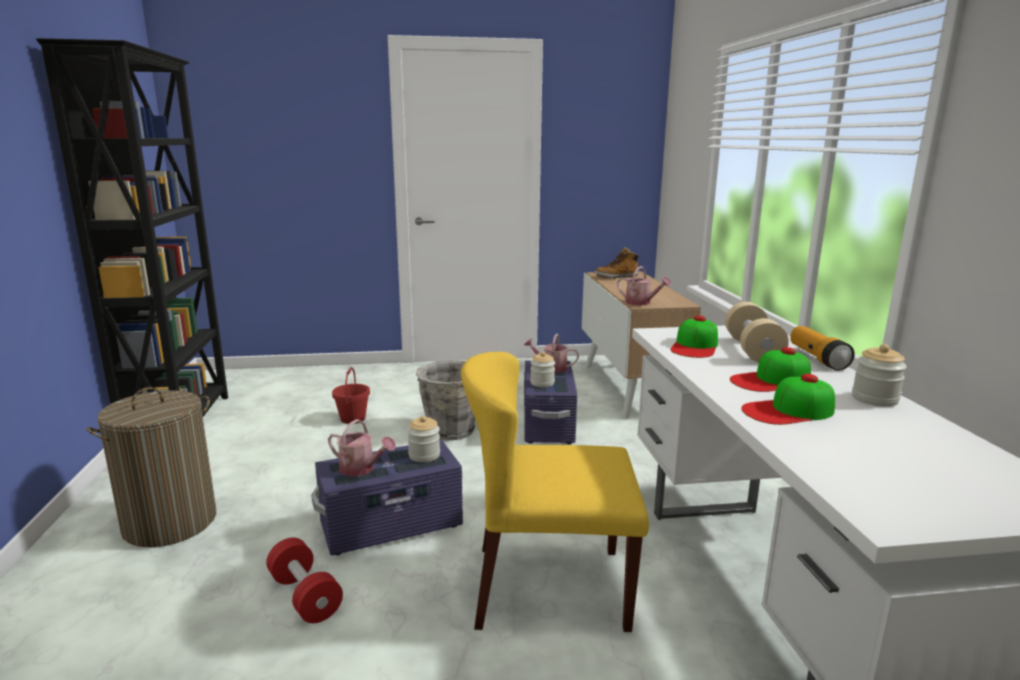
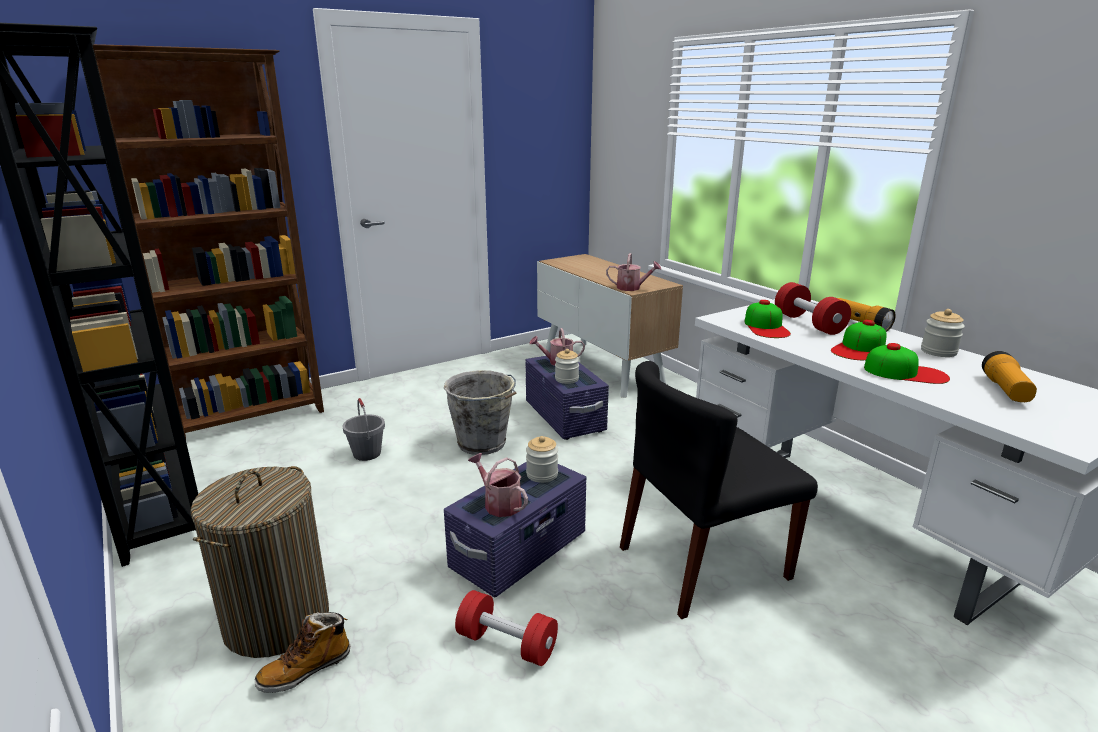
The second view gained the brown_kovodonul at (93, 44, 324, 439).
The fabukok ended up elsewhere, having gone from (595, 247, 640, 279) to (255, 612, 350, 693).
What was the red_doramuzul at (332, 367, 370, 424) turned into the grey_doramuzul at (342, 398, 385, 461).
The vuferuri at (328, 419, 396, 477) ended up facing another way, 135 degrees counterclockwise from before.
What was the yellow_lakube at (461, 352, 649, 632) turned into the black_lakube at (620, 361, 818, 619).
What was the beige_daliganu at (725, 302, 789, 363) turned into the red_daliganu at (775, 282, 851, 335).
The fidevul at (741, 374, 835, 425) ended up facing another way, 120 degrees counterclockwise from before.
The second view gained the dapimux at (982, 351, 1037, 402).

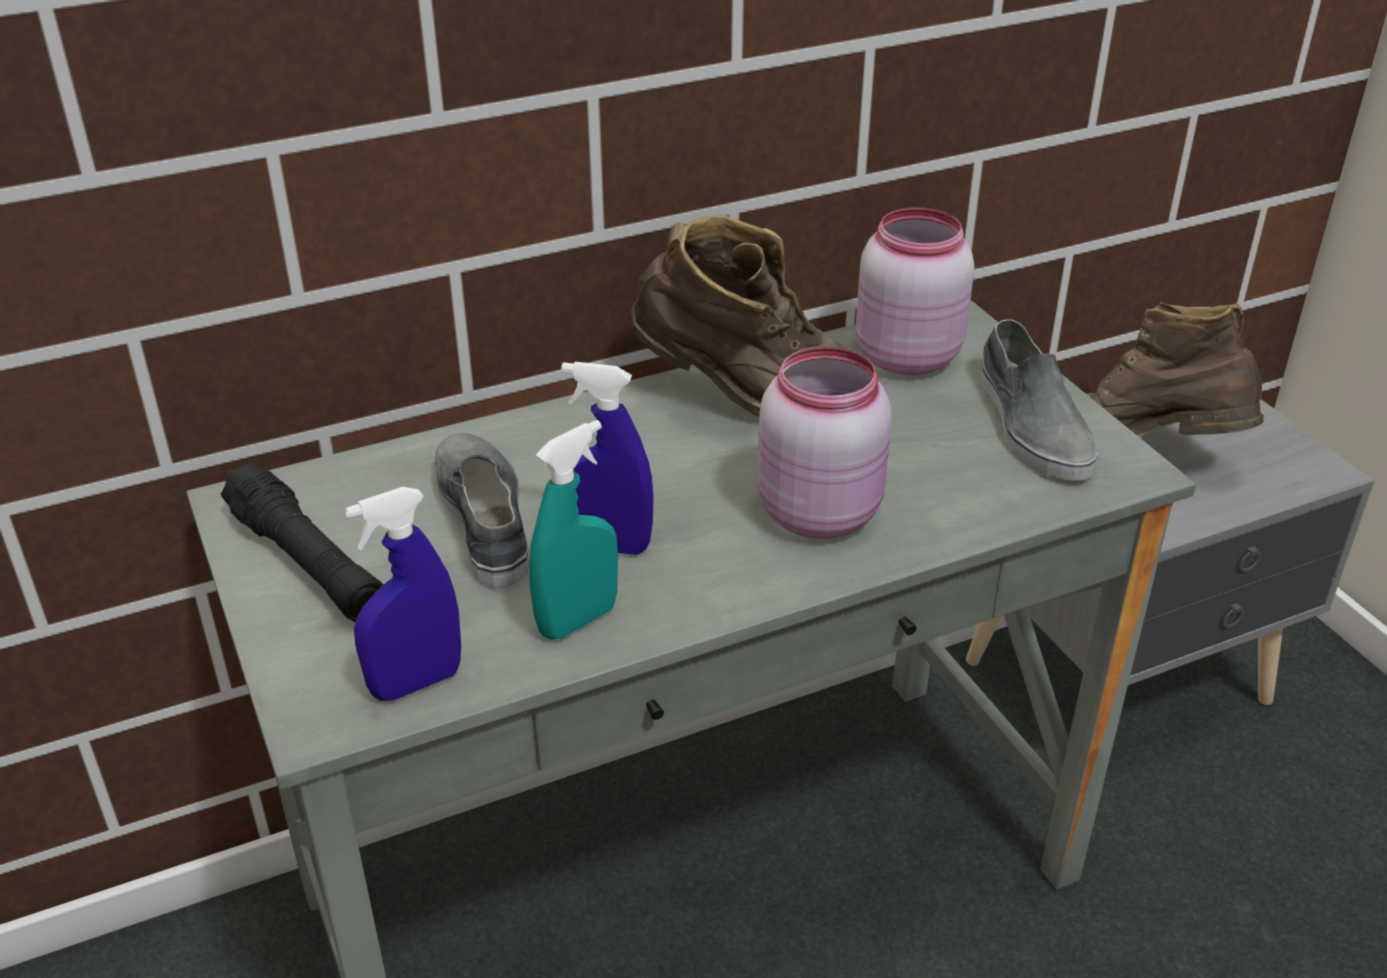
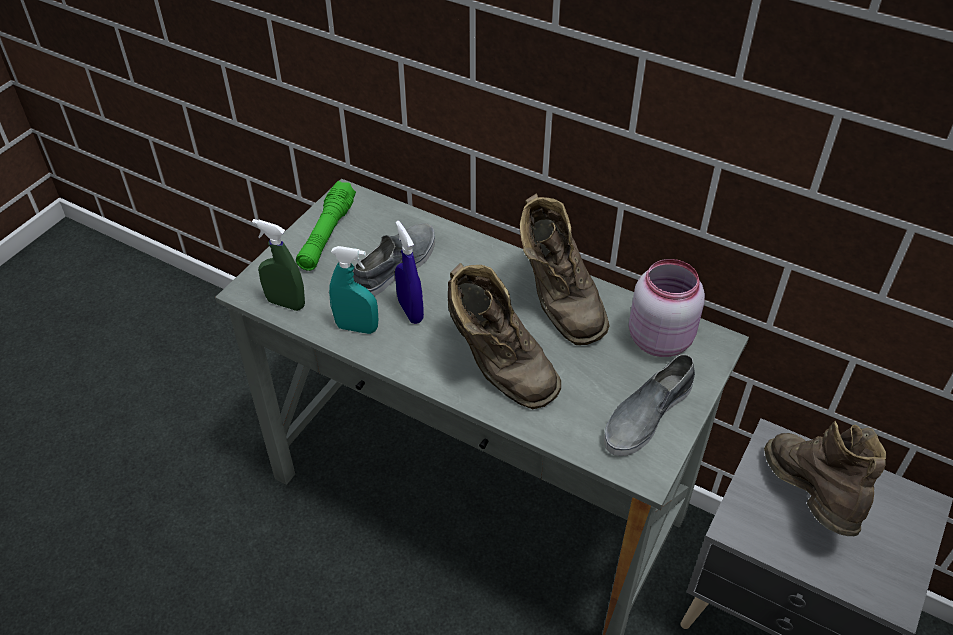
What was the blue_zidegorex at (345, 487, 461, 701) turned into the green_zidegorex at (252, 219, 305, 311).
What was the black_dapimux at (221, 462, 383, 622) turned into the green_dapimux at (296, 181, 356, 271).
Where the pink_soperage stood at (757, 346, 892, 539), the brown_fabukok came to stand at (448, 263, 561, 409).

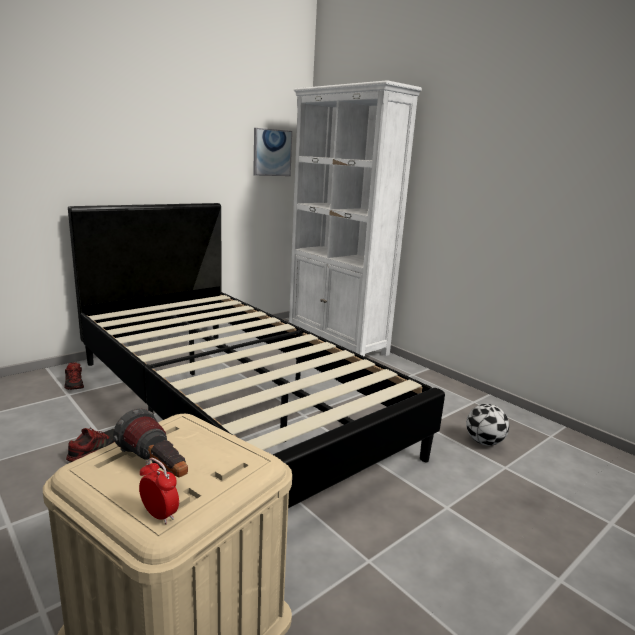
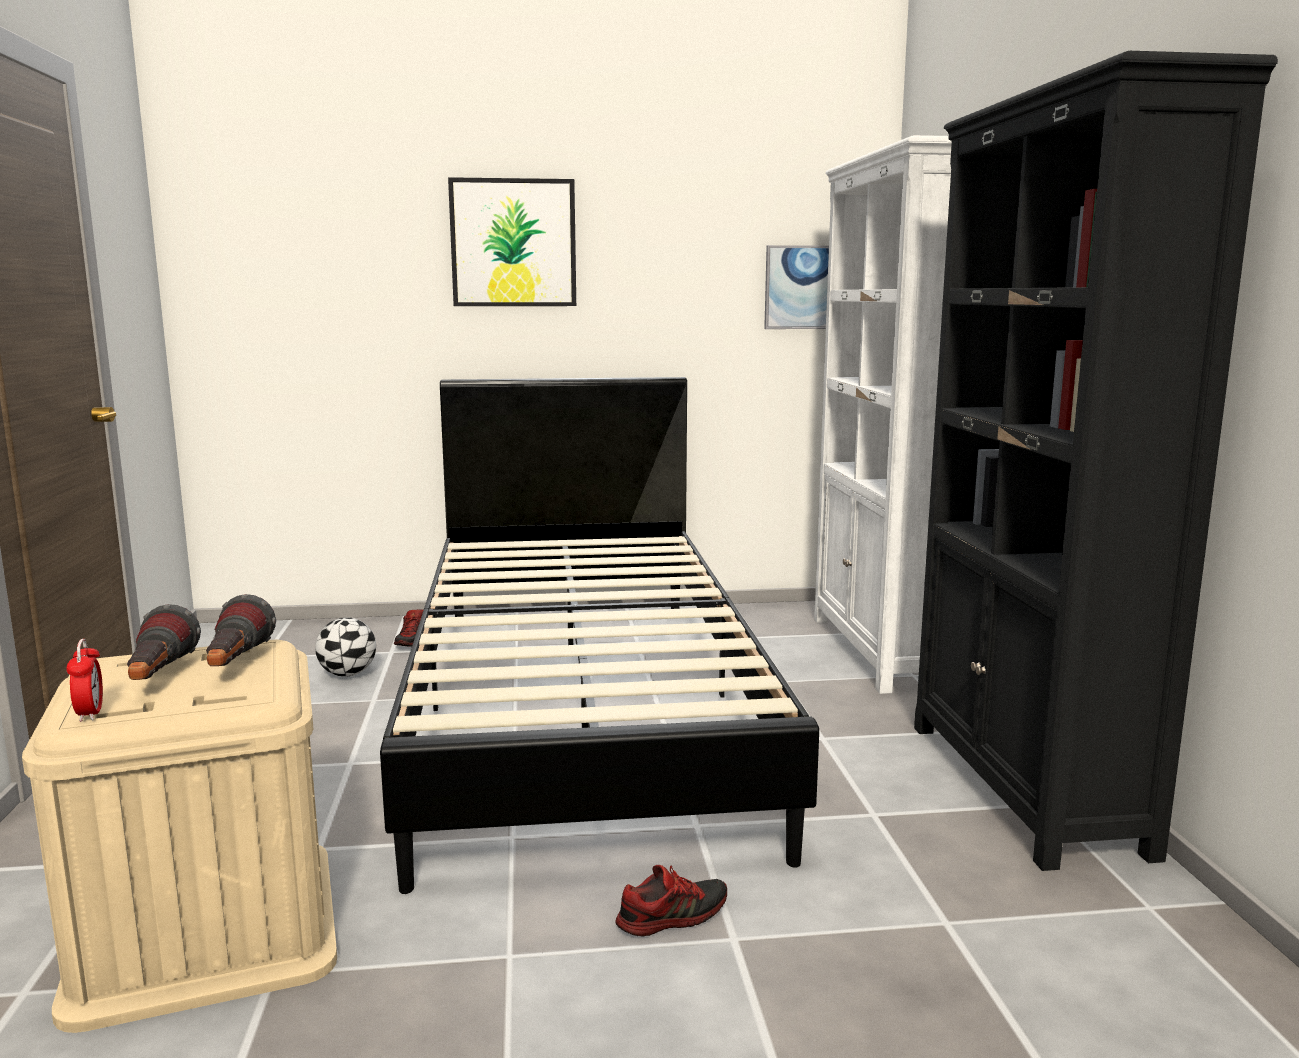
The second view gained the dapimux at (206, 594, 276, 666).
The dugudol ended up elsewhere, having gone from (466, 404, 509, 446) to (315, 618, 376, 677).
The second view gained the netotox at (448, 177, 576, 306).
The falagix ended up elsewhere, having gone from (66, 427, 115, 462) to (615, 865, 727, 937).
The second view gained the black_kovodonul at (914, 51, 1278, 871).

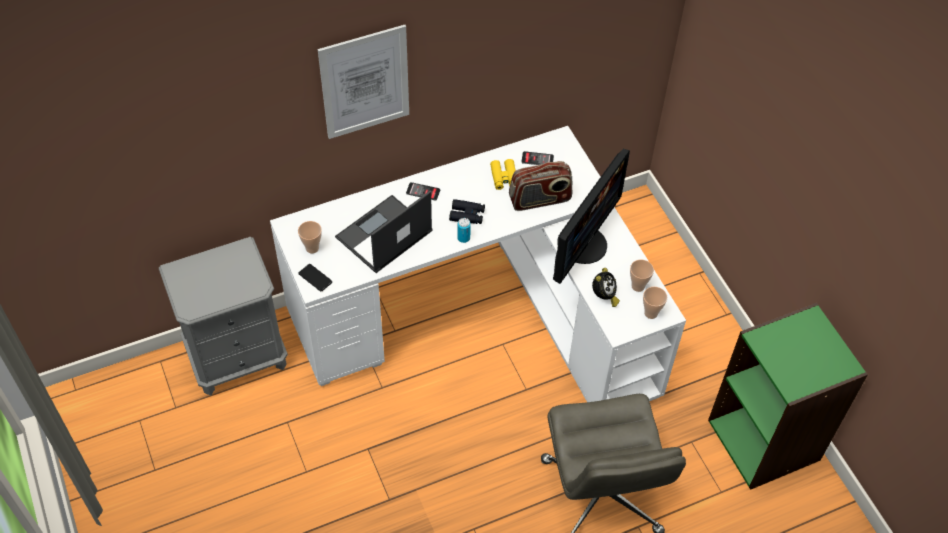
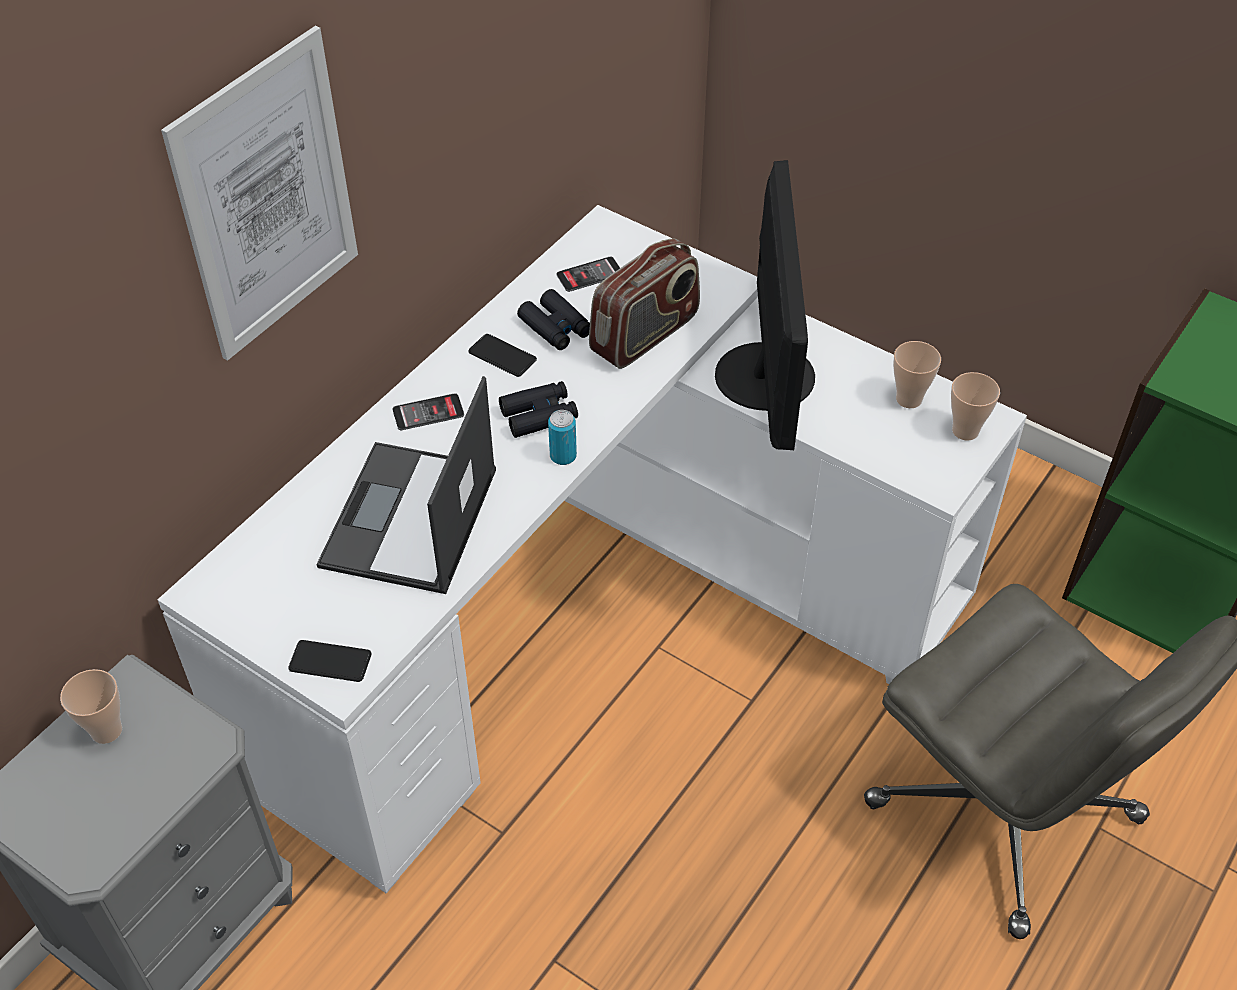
The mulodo ended up elsewhere, having gone from (298, 221, 322, 254) to (60, 669, 122, 744).
The second view gained the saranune at (468, 334, 537, 377).
What was the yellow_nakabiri at (490, 159, 516, 190) turned into the black_nakabiri at (517, 289, 590, 350).
The second view lost the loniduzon at (592, 268, 620, 307).

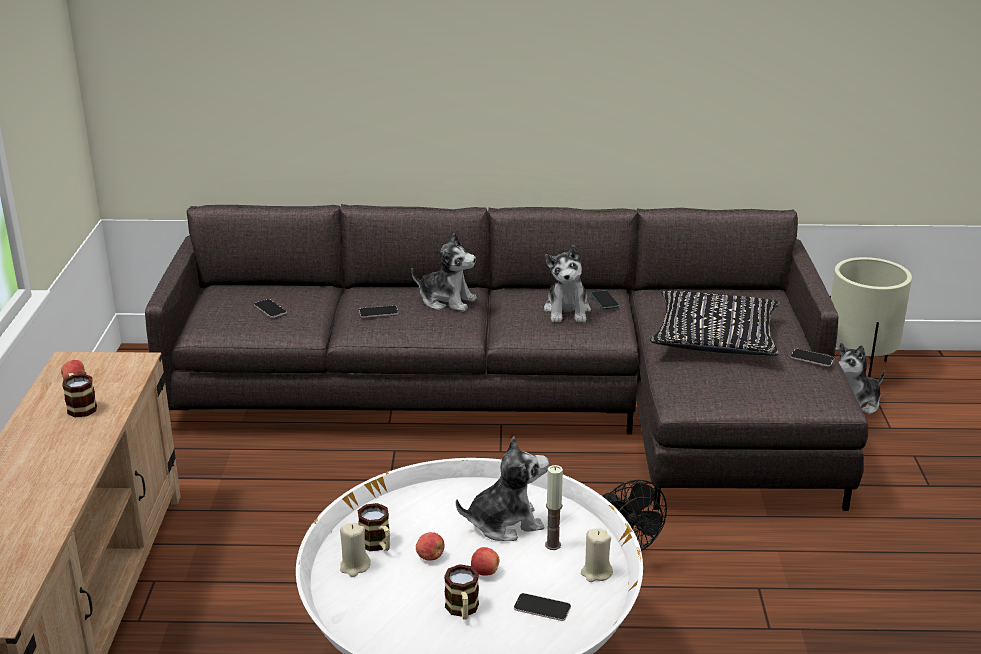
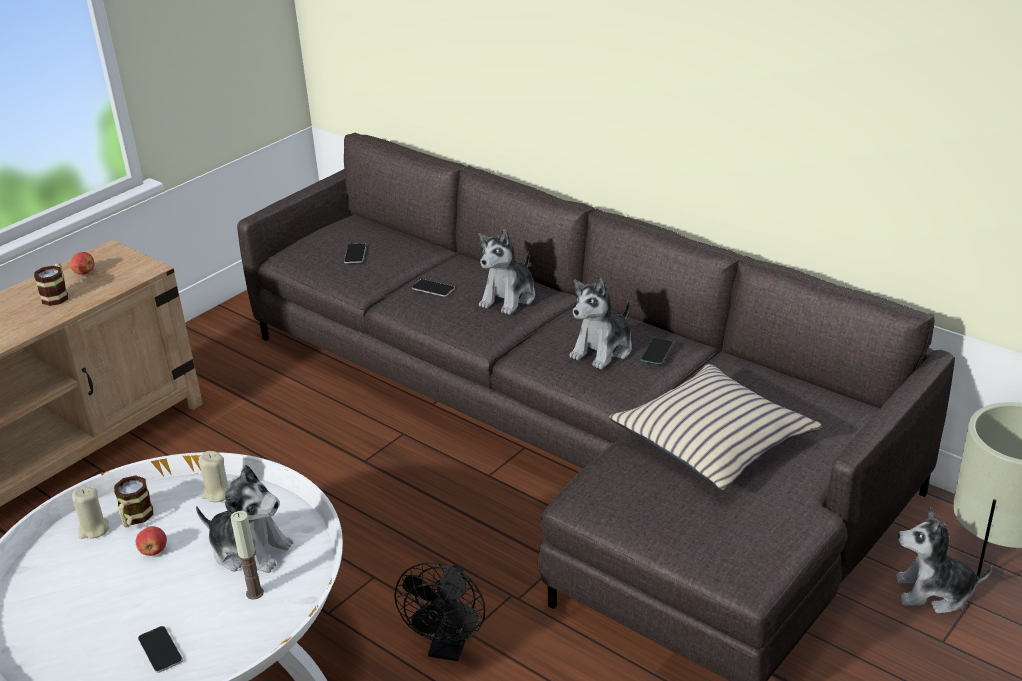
The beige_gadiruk ended up elsewhere, having gone from (581, 529, 613, 582) to (198, 451, 229, 502).
The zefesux at (411, 233, 477, 312) ended up facing another way, 60 degrees clockwise from before.
What was the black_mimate at (650, 291, 779, 356) turned into the beige_mimate at (609, 364, 823, 491).
The second view lost the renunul at (444, 564, 479, 620).
The second view lost the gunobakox at (471, 547, 499, 576).
The second view lost the saranune at (791, 349, 834, 366).

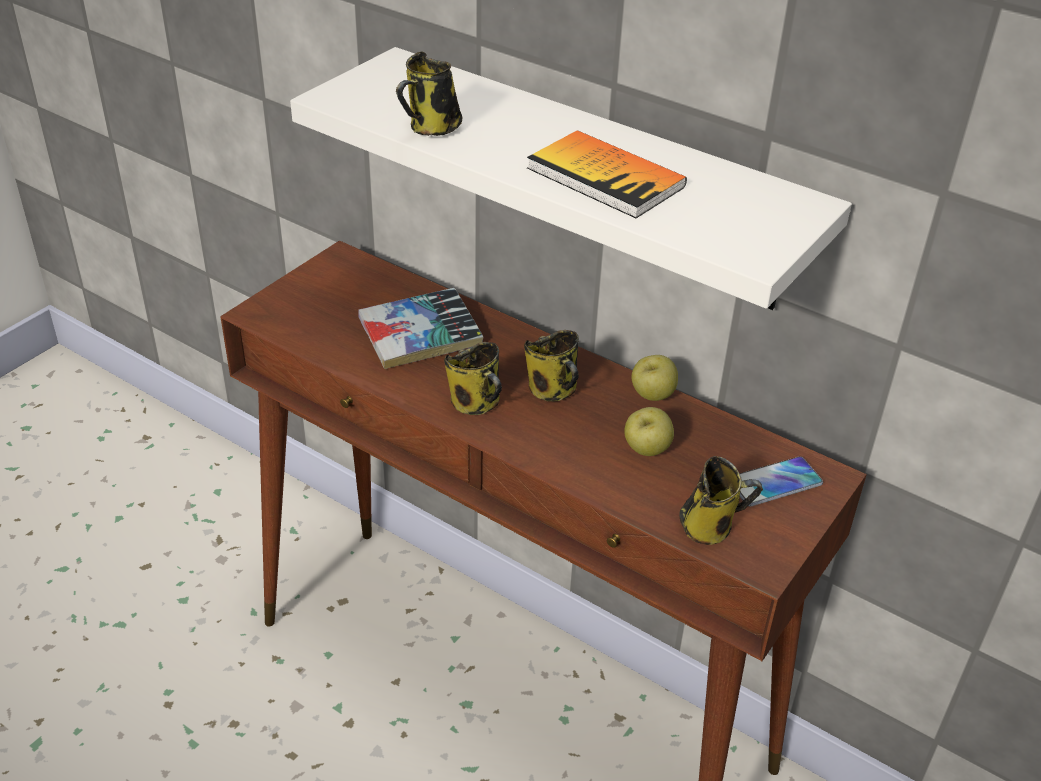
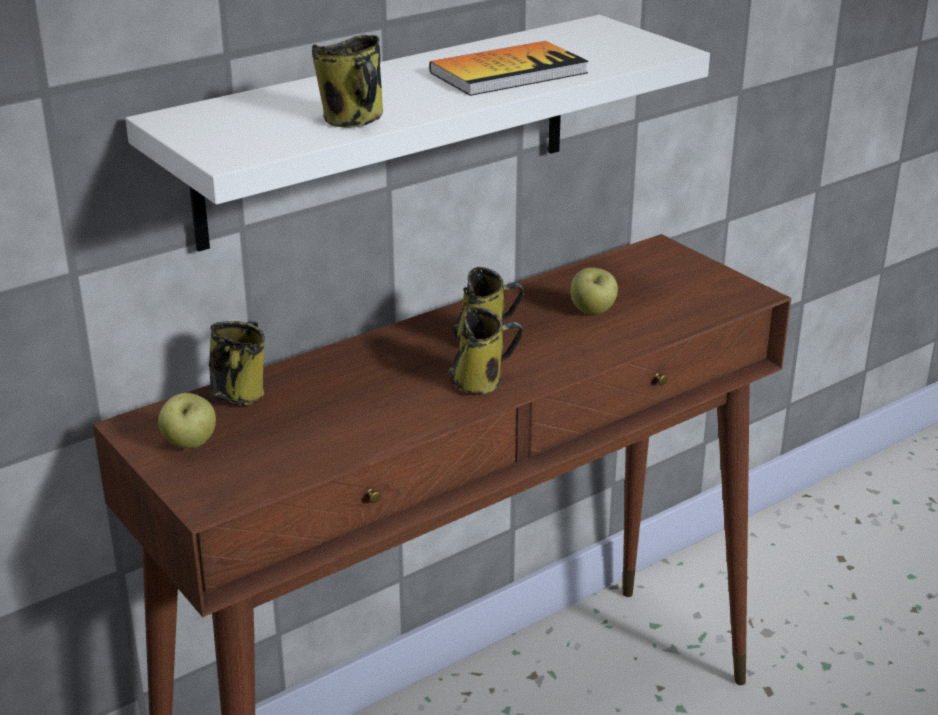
The gunobakox ended up elsewhere, having gone from (631, 355, 678, 401) to (158, 393, 216, 449).
The renunul ended up elsewhere, having gone from (679, 456, 763, 545) to (209, 320, 265, 406).
The second view lost the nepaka at (358, 288, 483, 369).
The second view lost the saranune at (739, 456, 823, 506).

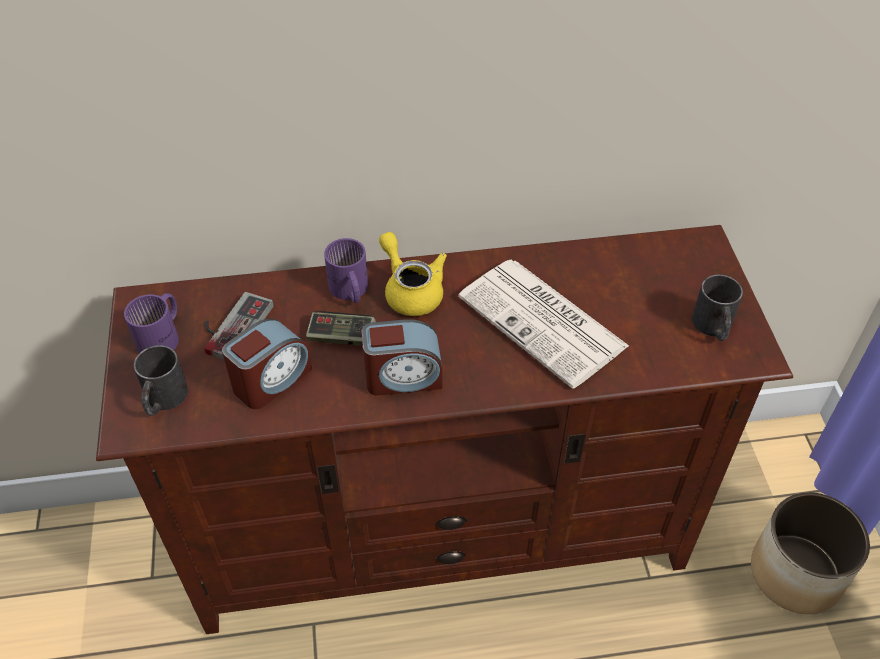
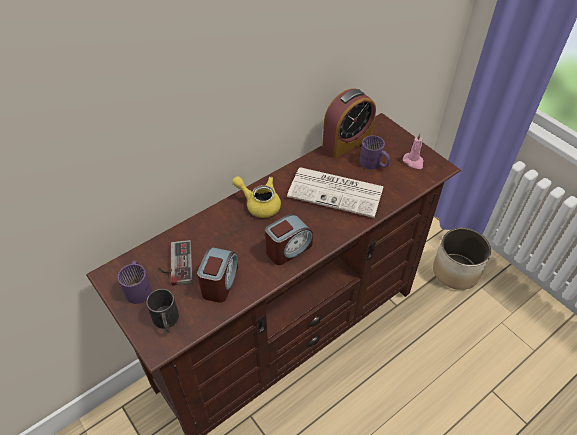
The second view gained the loniduzon at (322, 89, 376, 158).
The purple_renunul ended up elsewhere, having gone from (324, 238, 368, 303) to (360, 135, 390, 170).
Where the black_renunul stood at (692, 275, 743, 341), the pink_gadiruk came to stand at (403, 133, 424, 169).
The second view lost the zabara at (306, 311, 376, 346).

